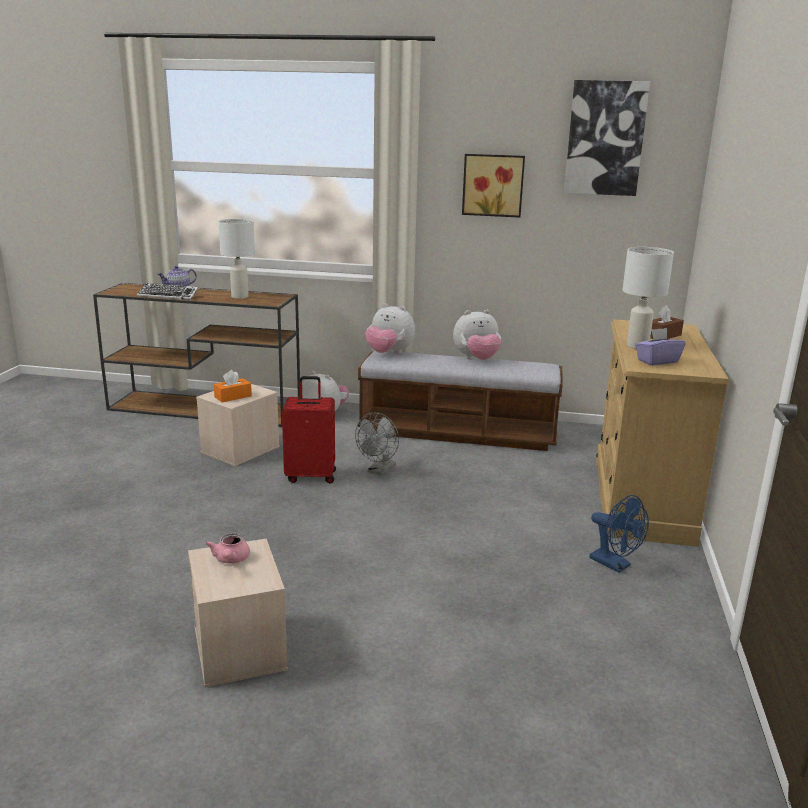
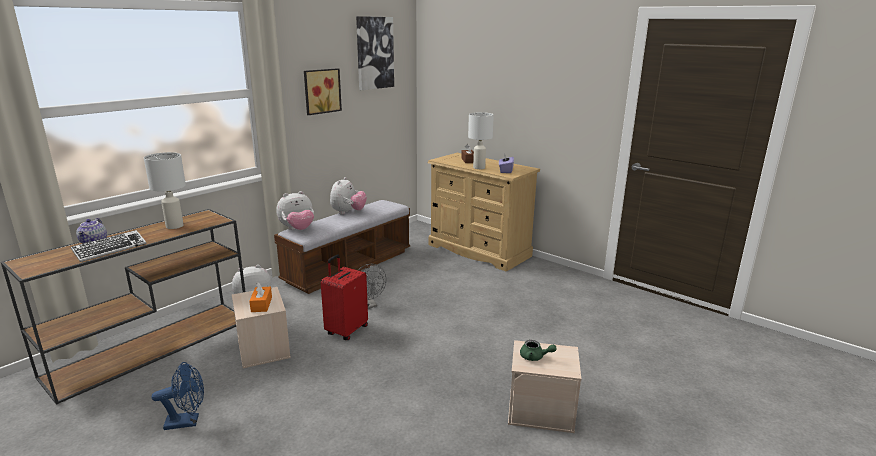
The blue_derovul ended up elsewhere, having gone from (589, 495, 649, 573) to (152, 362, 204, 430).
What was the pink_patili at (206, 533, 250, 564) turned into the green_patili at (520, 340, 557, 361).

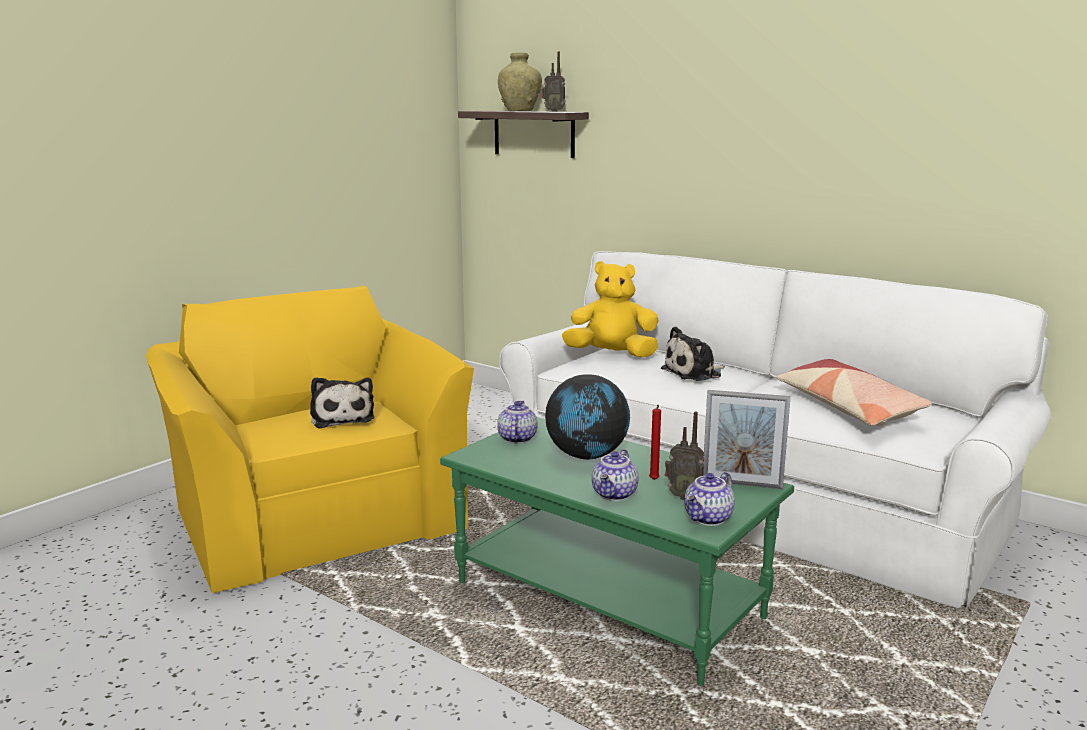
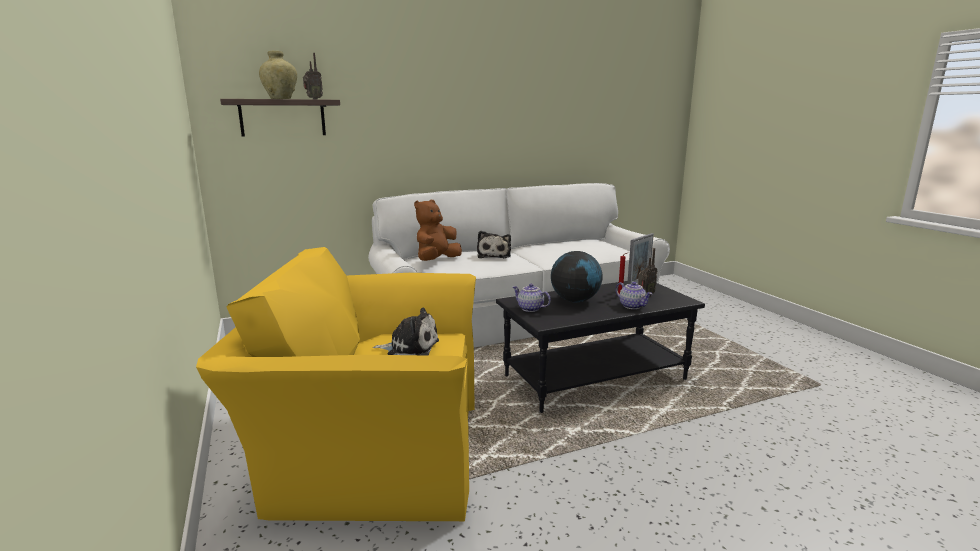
What was the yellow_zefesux at (562, 261, 659, 357) turned into the brown_zefesux at (414, 200, 462, 261).
What was the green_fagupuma at (440, 417, 794, 686) turned into the black_fagupuma at (496, 281, 705, 413).
The second view lost the patili at (684, 472, 735, 526).
The second view lost the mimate at (776, 359, 932, 426).

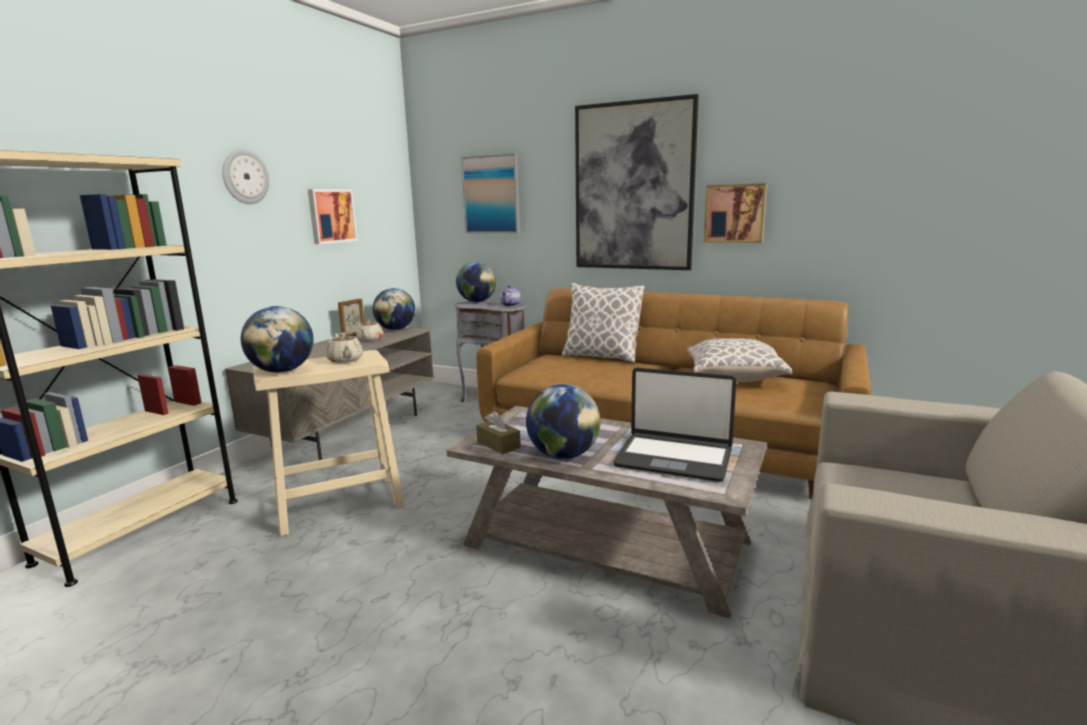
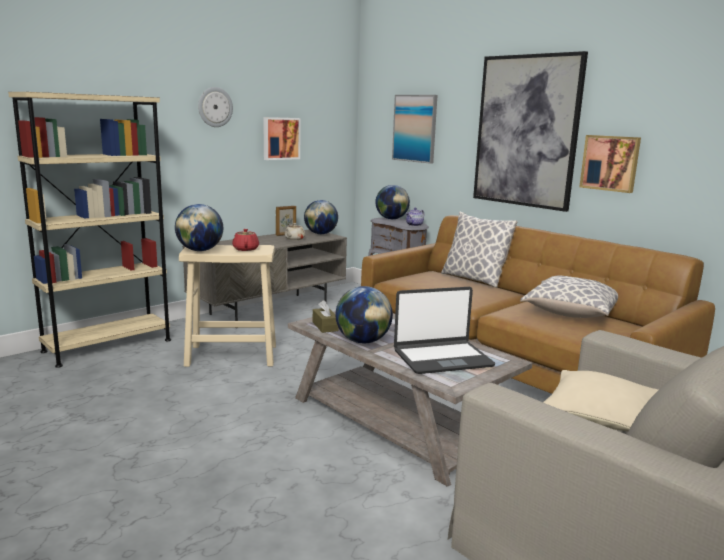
What was the beige_patili at (326, 333, 363, 363) turned into the red_patili at (232, 229, 259, 251).
The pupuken at (613, 368, 737, 482) ended up facing another way, 60 degrees counterclockwise from before.
The second view gained the beige_mimate at (543, 370, 658, 431).

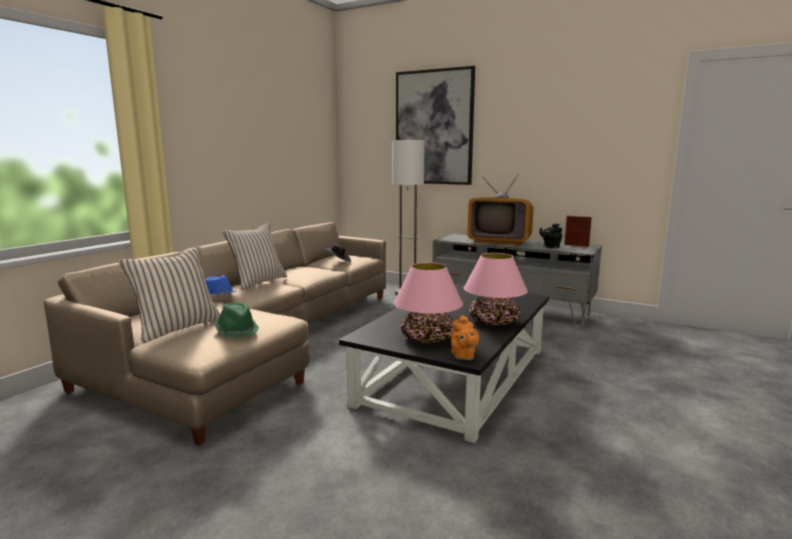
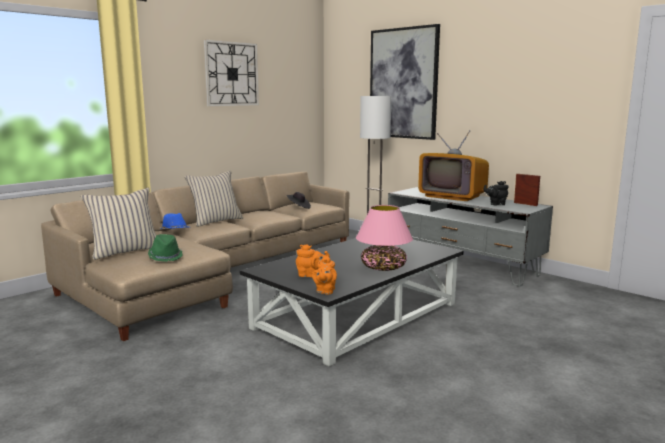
The second view gained the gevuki at (204, 40, 259, 106).
Where the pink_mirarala stood at (394, 262, 463, 343), the orange_patili came to stand at (296, 244, 330, 277).

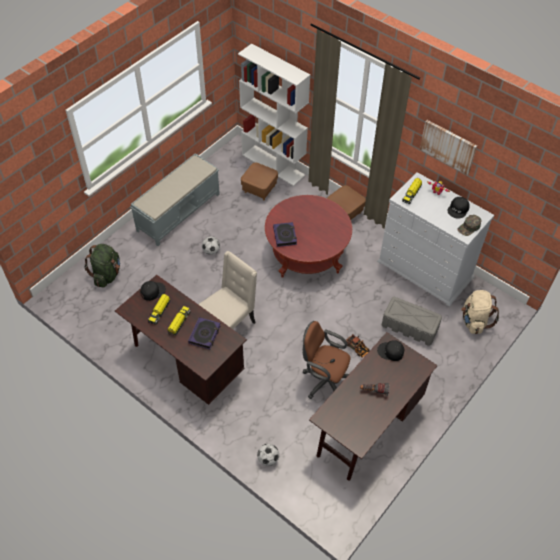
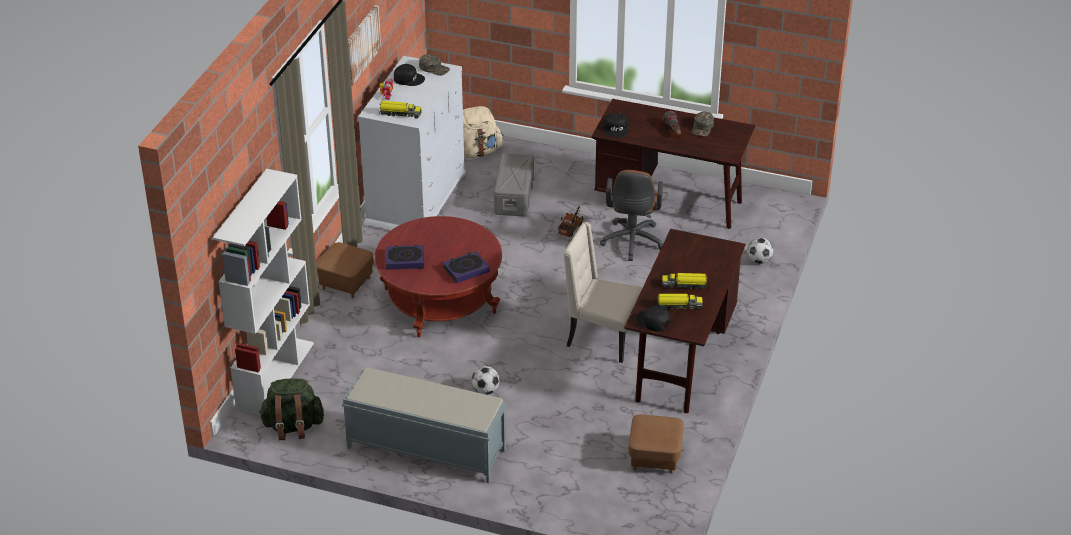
The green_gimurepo ended up elsewhere, having gone from (84, 244, 120, 288) to (259, 378, 324, 440).
The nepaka ended up elsewhere, having gone from (188, 317, 221, 349) to (386, 245, 424, 270).
The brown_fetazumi ended up elsewhere, having gone from (241, 163, 278, 200) to (628, 414, 684, 474).
The second view gained the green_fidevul at (692, 112, 714, 136).

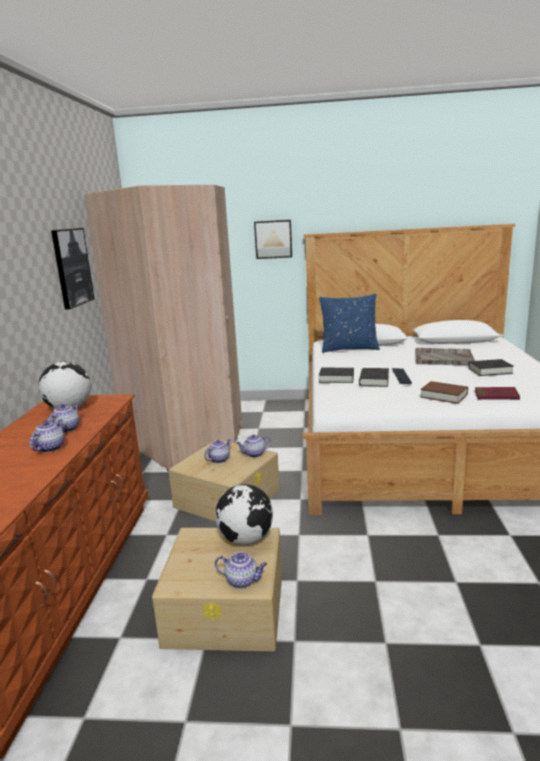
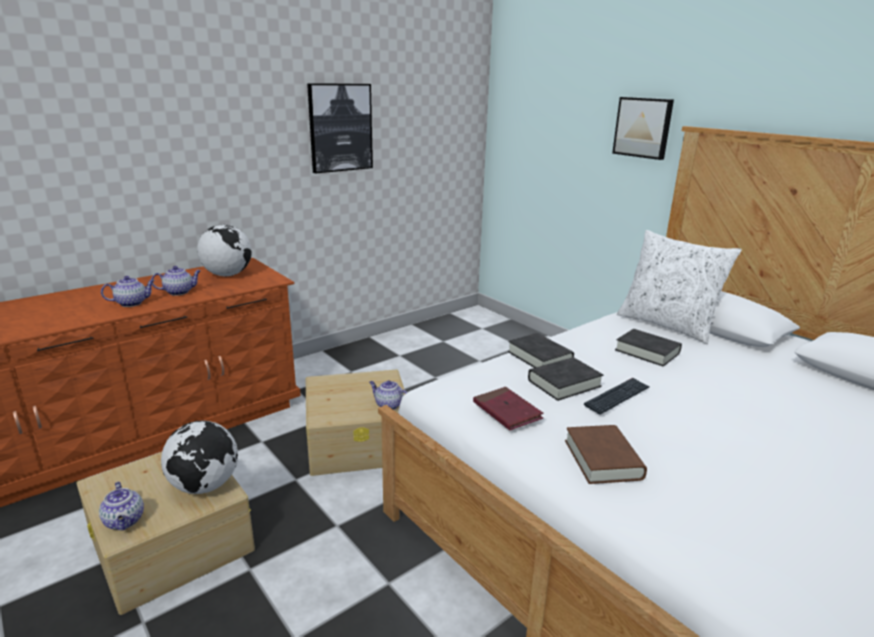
The red_nepaka ended up elsewhere, having gone from (475, 387, 520, 400) to (473, 387, 544, 430).
The black_nepaka ended up elsewhere, having gone from (469, 359, 514, 376) to (615, 329, 682, 367).
What was the blue_mimate at (319, 294, 380, 353) turned into the white_mimate at (617, 230, 741, 344).
The second view lost the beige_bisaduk at (84, 185, 242, 472).
The second view lost the patili at (204, 439, 232, 463).
The second view lost the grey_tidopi at (415, 348, 475, 365).

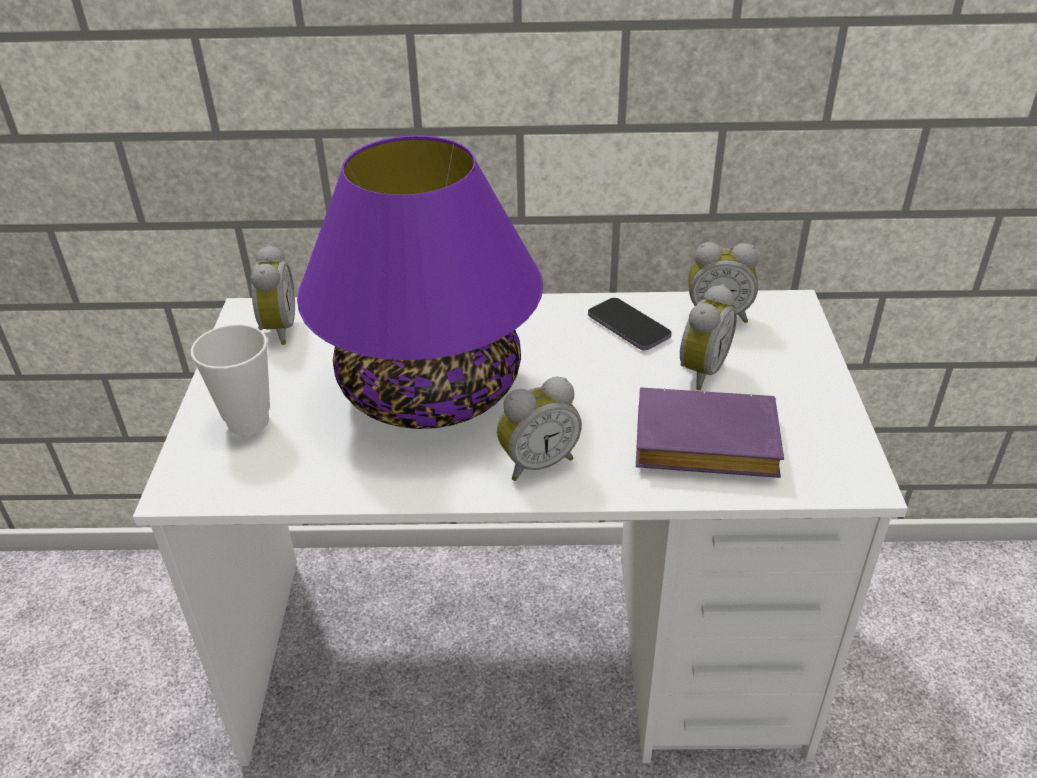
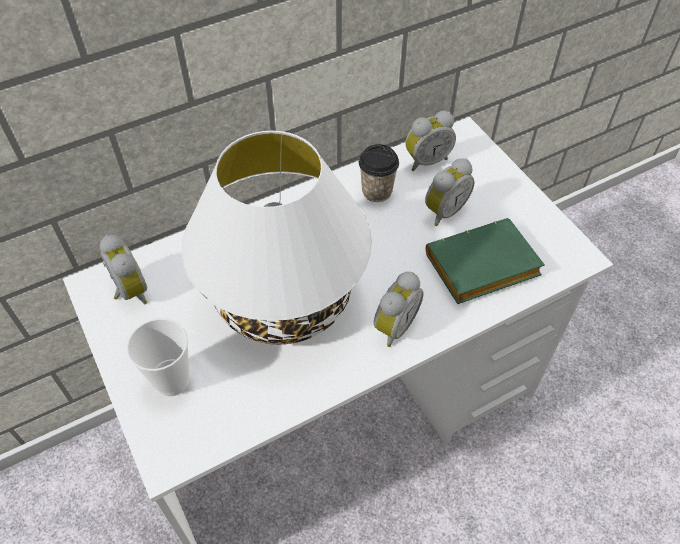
What was the purple_mirarala at (297, 135, 543, 429) turned into the white_mirarala at (181, 131, 372, 345).
Where the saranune stood at (588, 298, 672, 350), the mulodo came to stand at (359, 144, 399, 202).
The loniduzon at (680, 284, 737, 390) ended up facing another way, 45 degrees clockwise from before.
What was the purple_nepaka at (636, 387, 784, 478) turned into the green_nepaka at (426, 218, 545, 304).

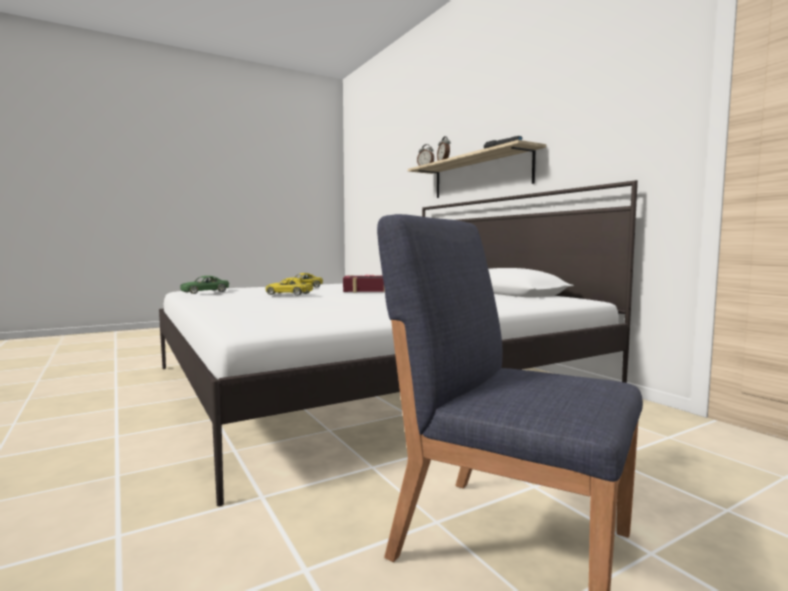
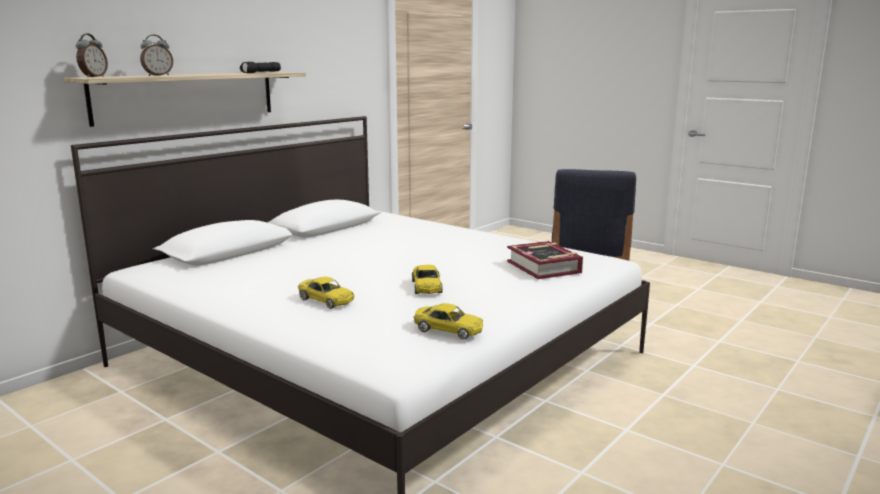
What was the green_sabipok at (180, 276, 229, 294) turned into the yellow_sabipok at (414, 303, 483, 339).
The nepaka ended up elsewhere, having gone from (343, 274, 385, 292) to (507, 241, 583, 279).

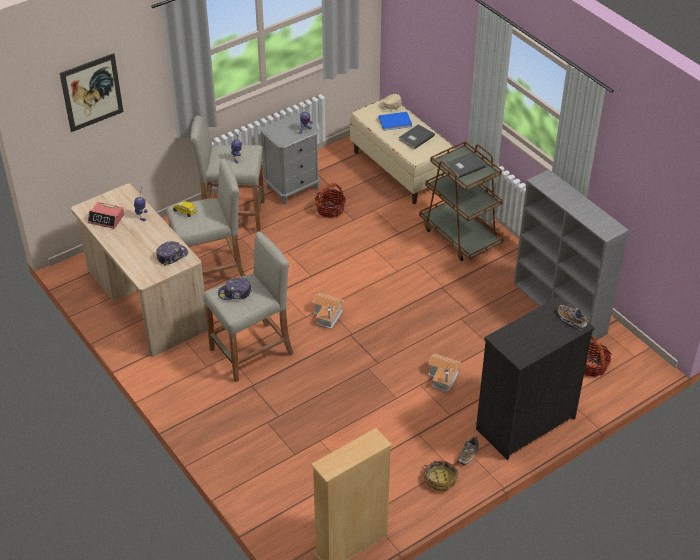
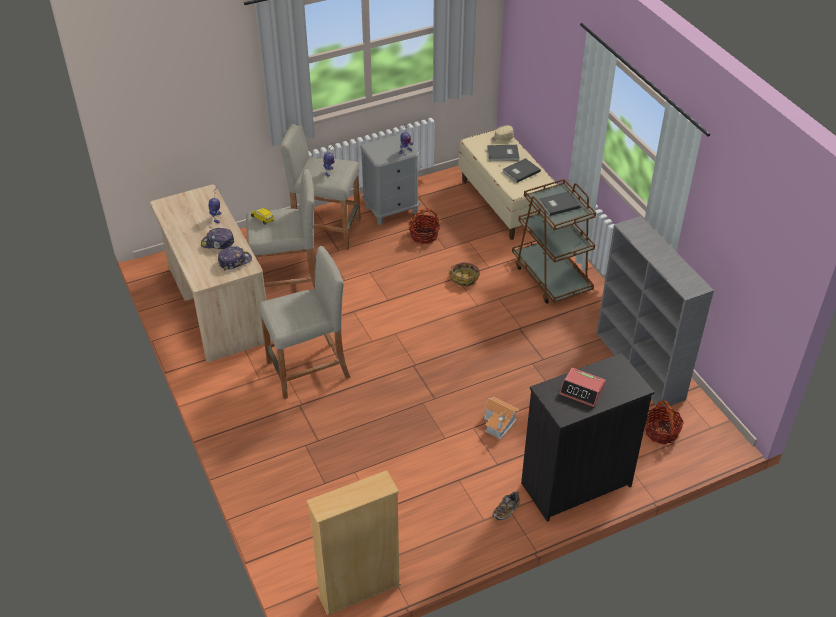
The fidevul ended up elsewhere, having gone from (218, 277, 252, 300) to (201, 228, 234, 249).
The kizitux ended up elsewhere, having gone from (422, 461, 458, 491) to (450, 262, 480, 287).
What was the blue_nepaka at (379, 112, 412, 131) turned into the grey_nepaka at (487, 145, 520, 161).
The loniduzon ended up elsewhere, having gone from (88, 202, 124, 229) to (559, 368, 606, 407).
The second view lost the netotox at (60, 53, 123, 132).
The second view lost the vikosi at (313, 293, 344, 329).
The second view lost the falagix at (557, 305, 587, 330).

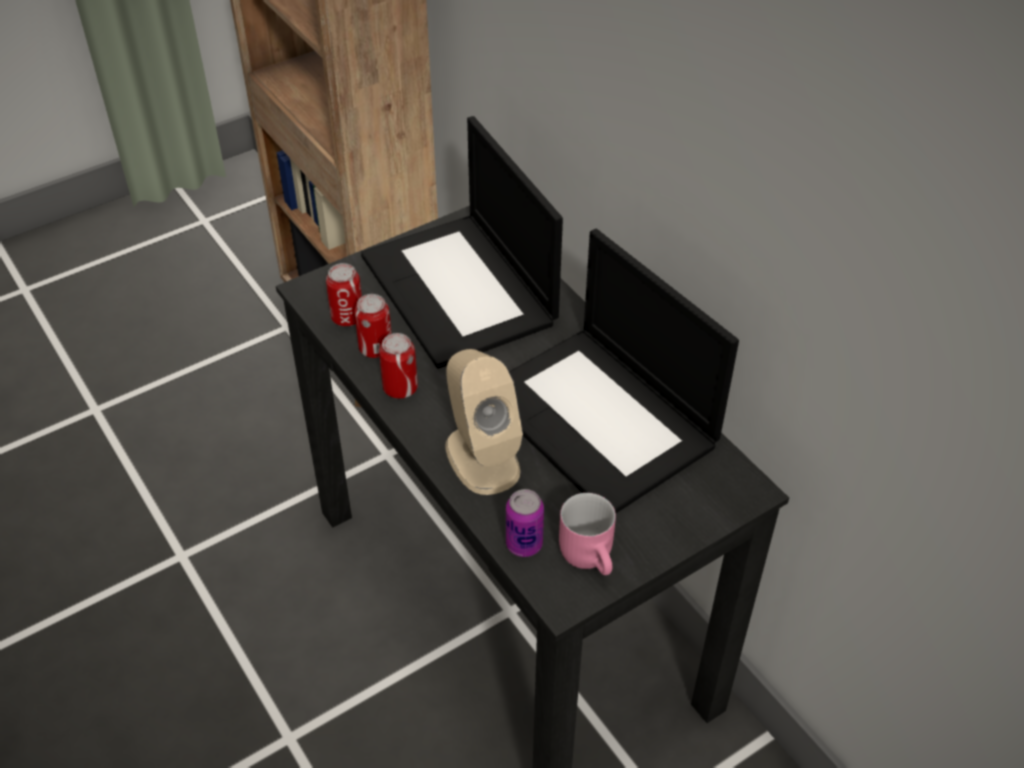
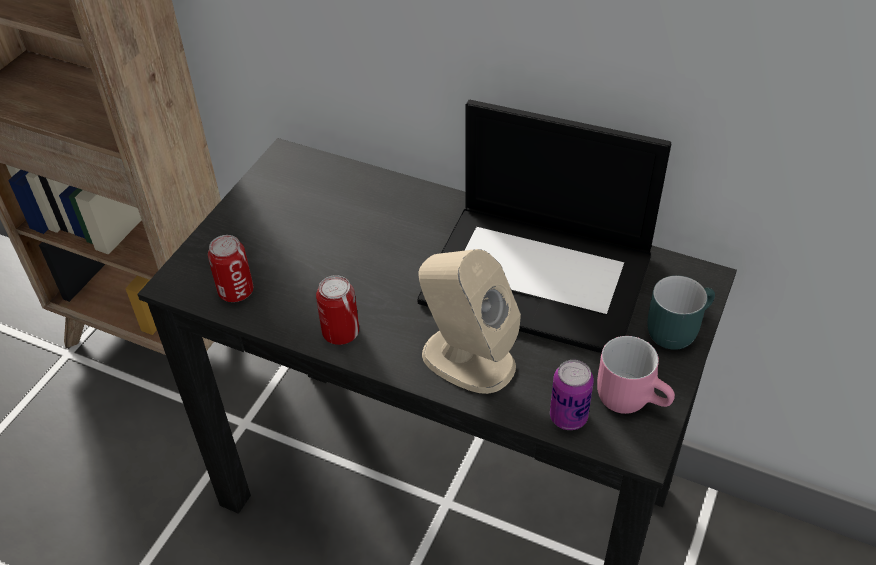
The second view gained the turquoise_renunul at (648, 275, 715, 350).
The second view lost the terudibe at (354, 294, 392, 358).
The second view lost the pupuken at (361, 116, 563, 369).

